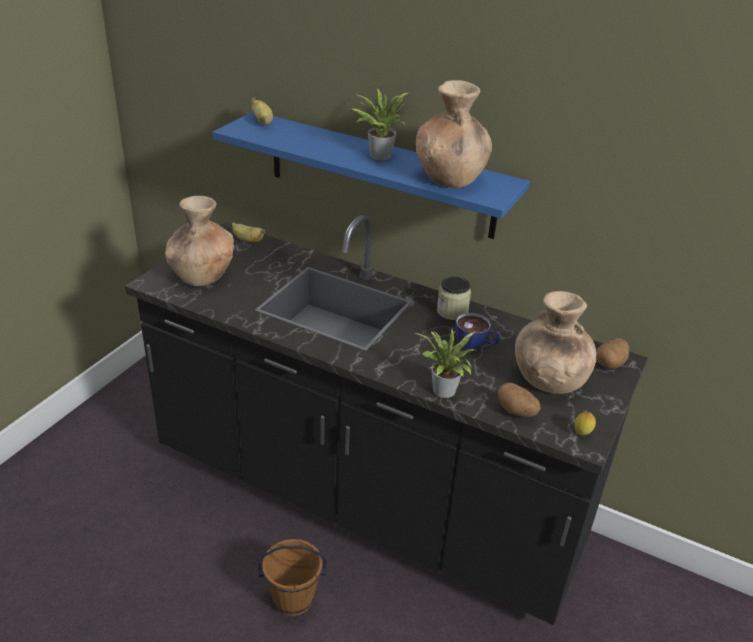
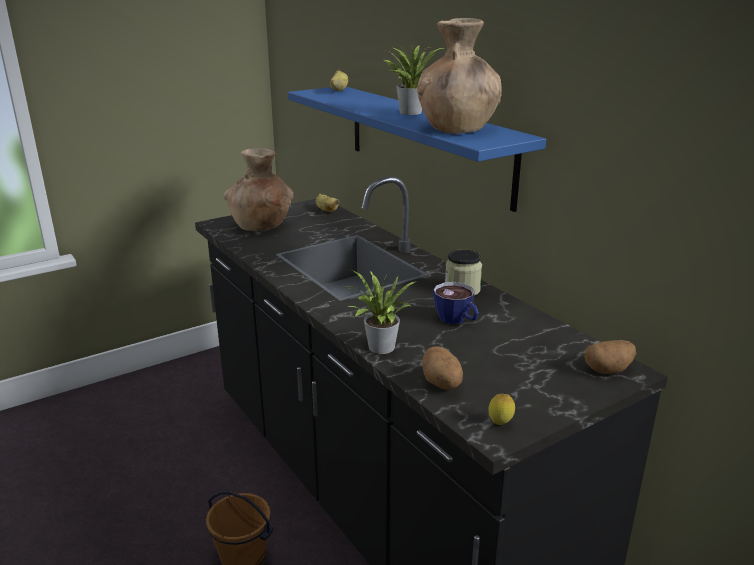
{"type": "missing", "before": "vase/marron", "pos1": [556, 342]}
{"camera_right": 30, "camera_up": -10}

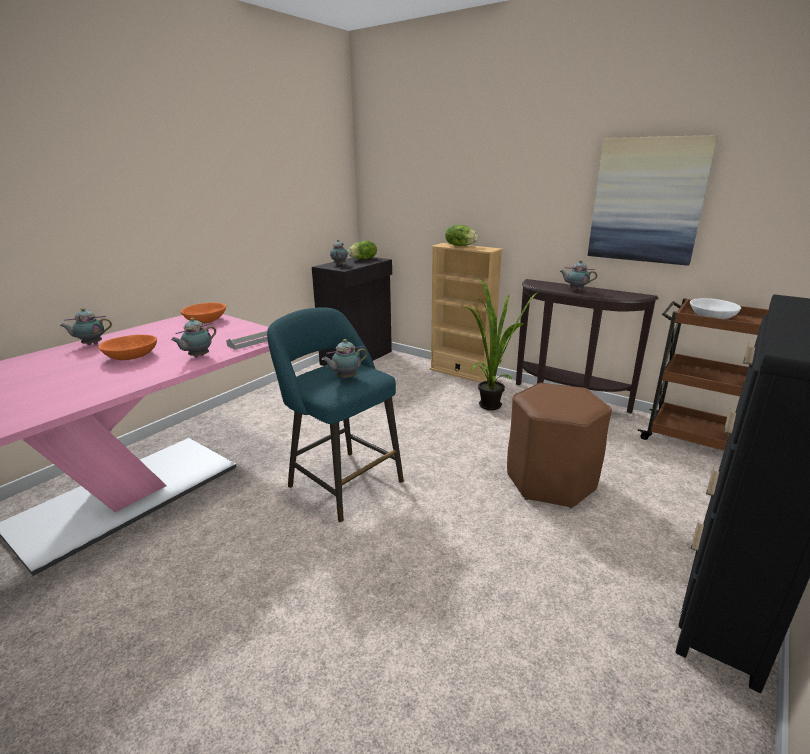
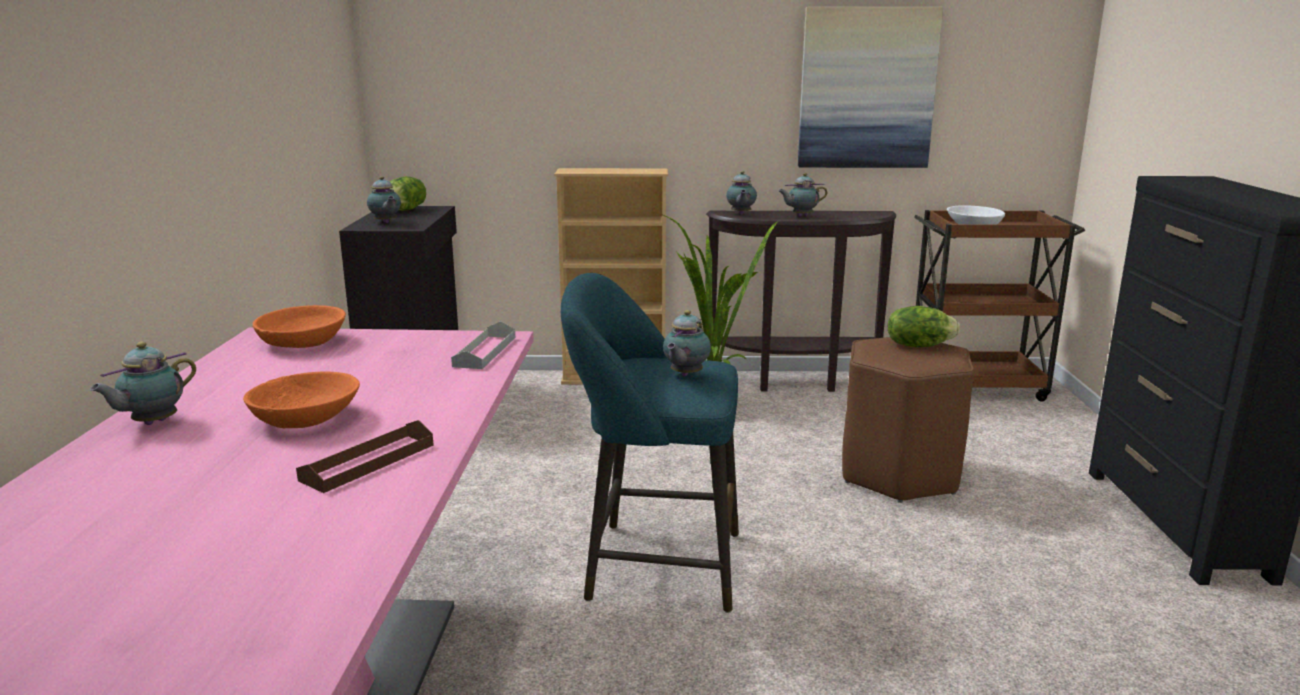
{"type": "relocated", "before": "laitue", "pos1": [461, 235], "pos2": [924, 326]}
{"type": "relocated", "before": "théière", "pos1": [193, 338], "pos2": [741, 193]}
{"type": "appeared", "after": "plateau/marron", "pos2": [365, 456]}
{"camera_right": -35, "camera_up": -5}

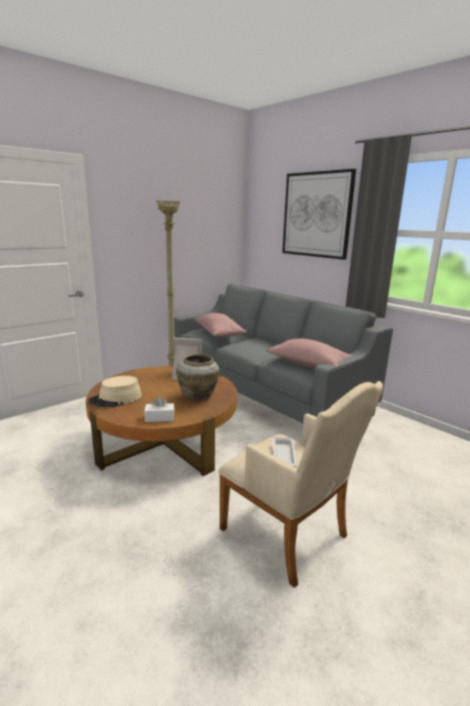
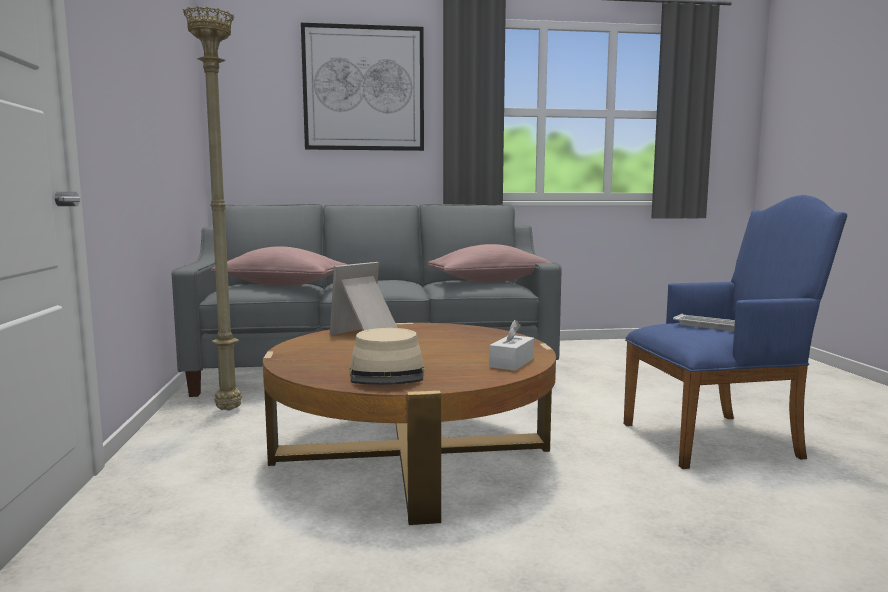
{"type": "missing", "before": "vase/beige", "pos1": [197, 377]}
{"type": "colour", "before": "fauteuil/beige", "after": "fauteuil/bleu", "pos1": [300, 484], "pos2": [735, 332]}
{"camera_right": -55, "camera_up": -10}

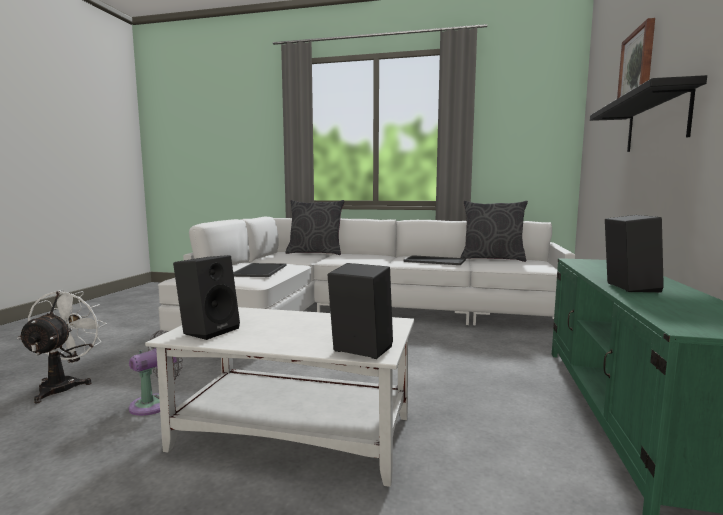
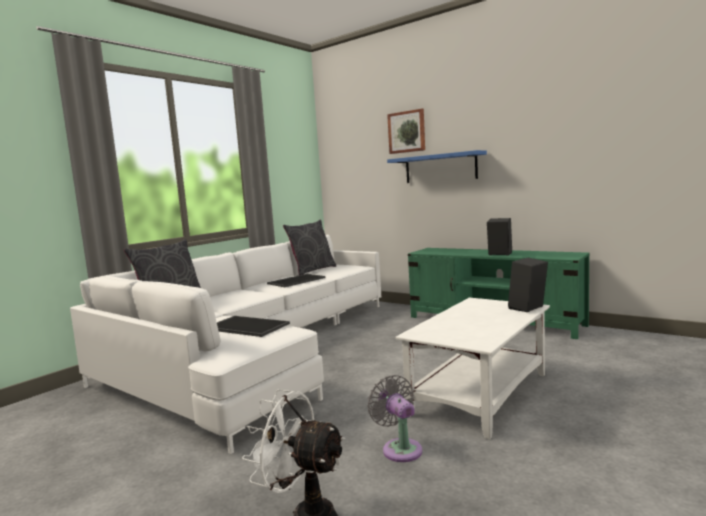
{"type": "colour", "before": "étagère/noir", "after": "étagère/bleu", "pos1": [648, 113], "pos2": [437, 166]}
{"type": "missing", "before": "enceinte/noir", "pos1": [206, 297]}
{"camera_right": -65, "camera_up": 0}

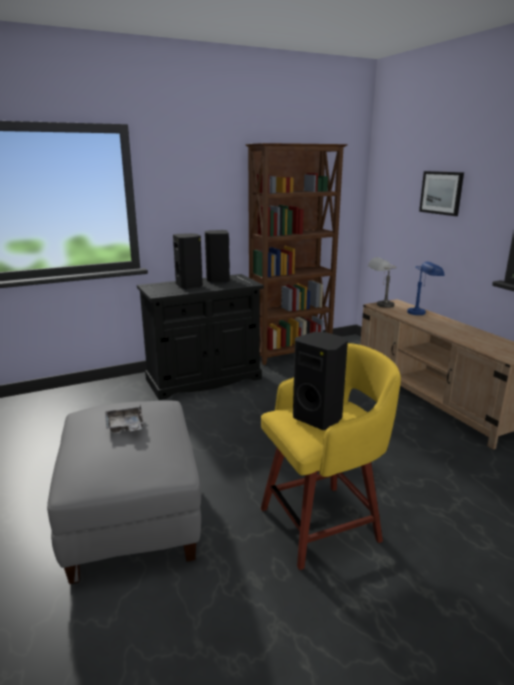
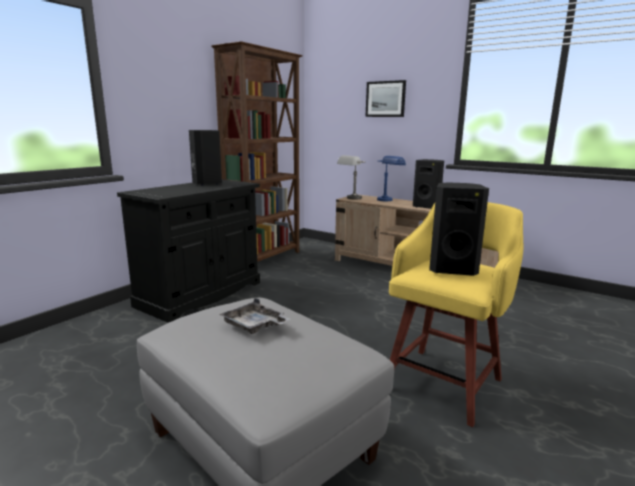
{"type": "relocated", "before": "enceinte/noir", "pos1": [188, 261], "pos2": [428, 184]}
{"camera_right": -30, "camera_up": -5}

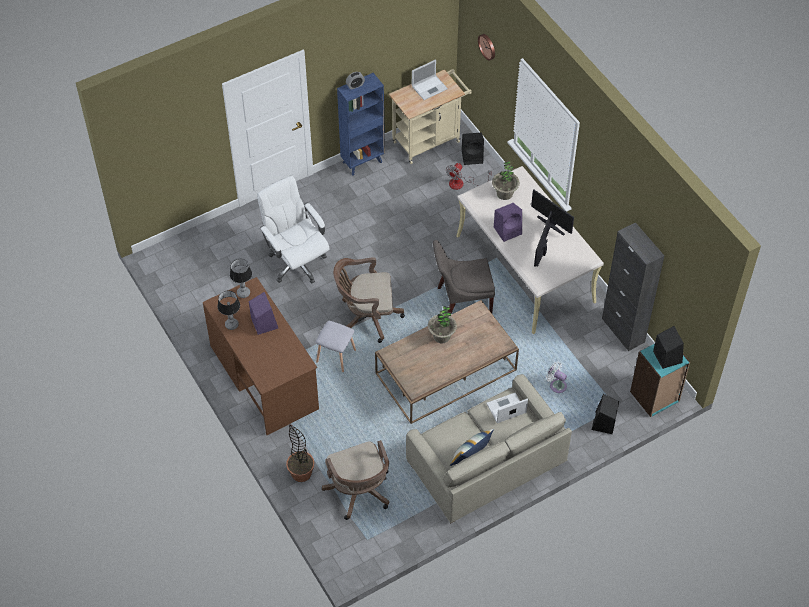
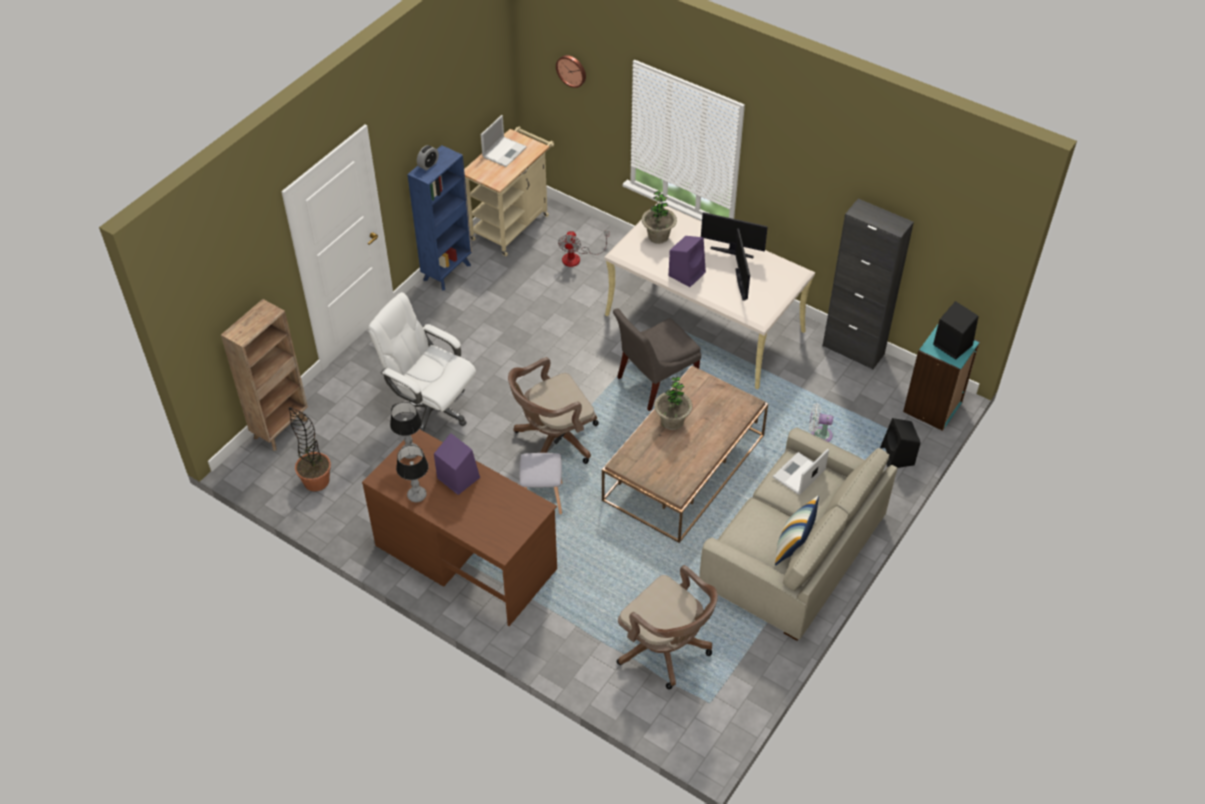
{"type": "missing", "before": "enceinte/noir", "pos1": [473, 149]}
{"type": "relocated", "before": "plante en pot", "pos1": [300, 453], "pos2": [310, 449]}
{"type": "appeared", "after": "bibliothèque/marron", "pos2": [264, 375]}
{"camera_right": -25, "camera_up": -5}

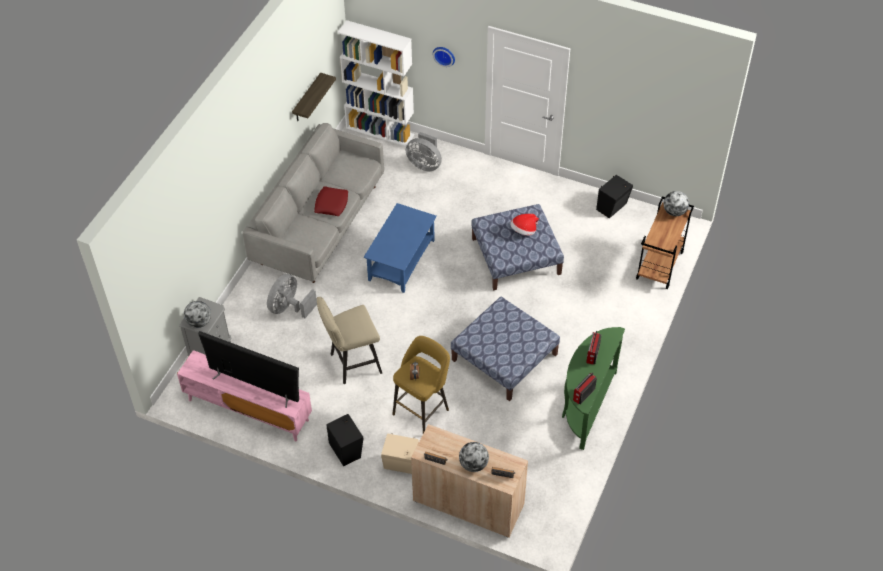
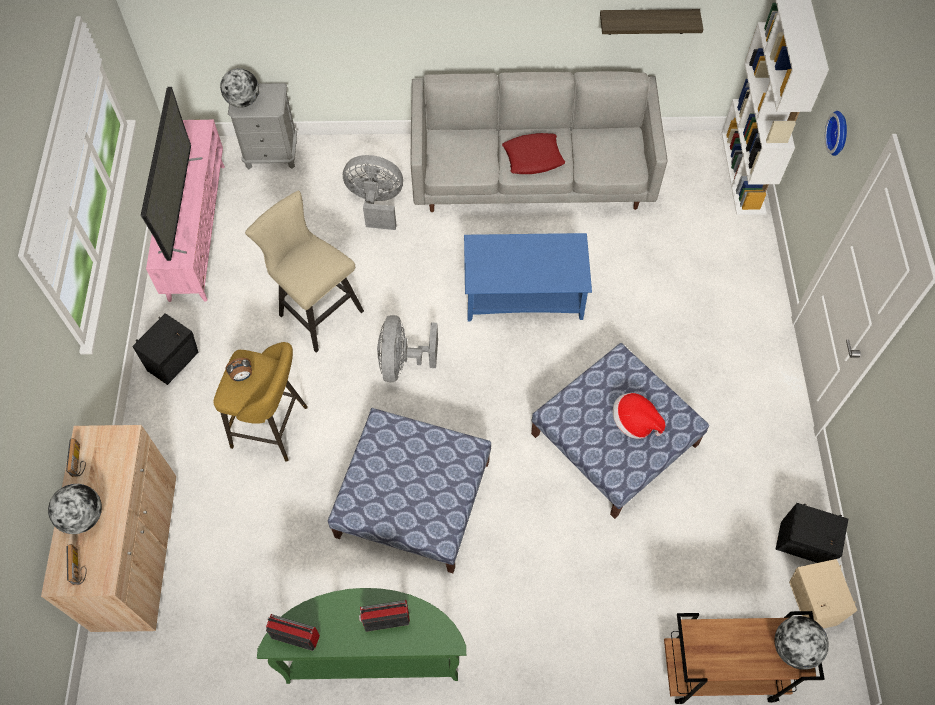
{"type": "relocated", "before": "ventilateur/gris", "pos1": [424, 151], "pos2": [407, 348]}
{"type": "relocated", "before": "enceinte/beige", "pos1": [400, 453], "pos2": [823, 594]}
{"camera_right": 65, "camera_up": 10}

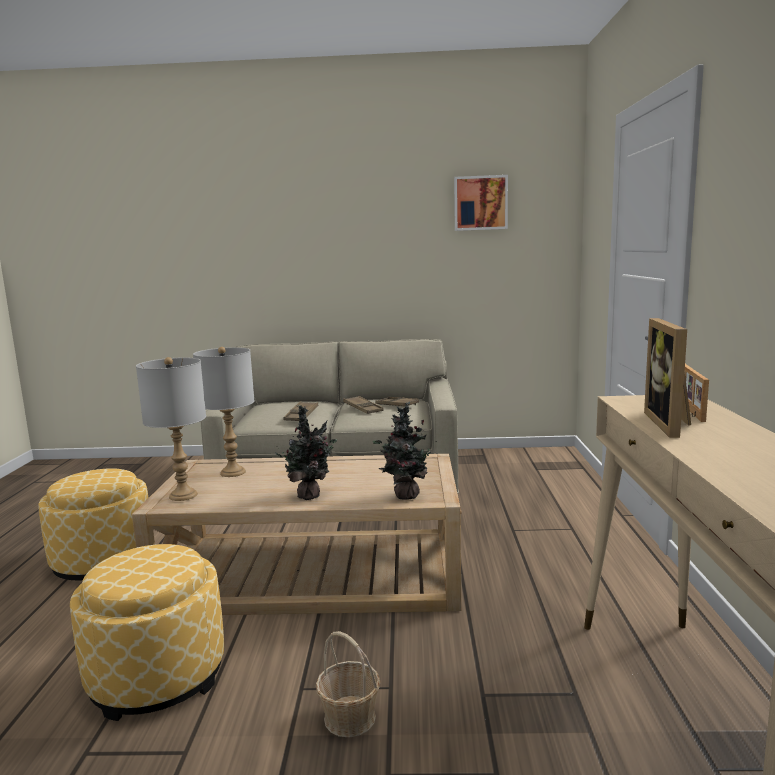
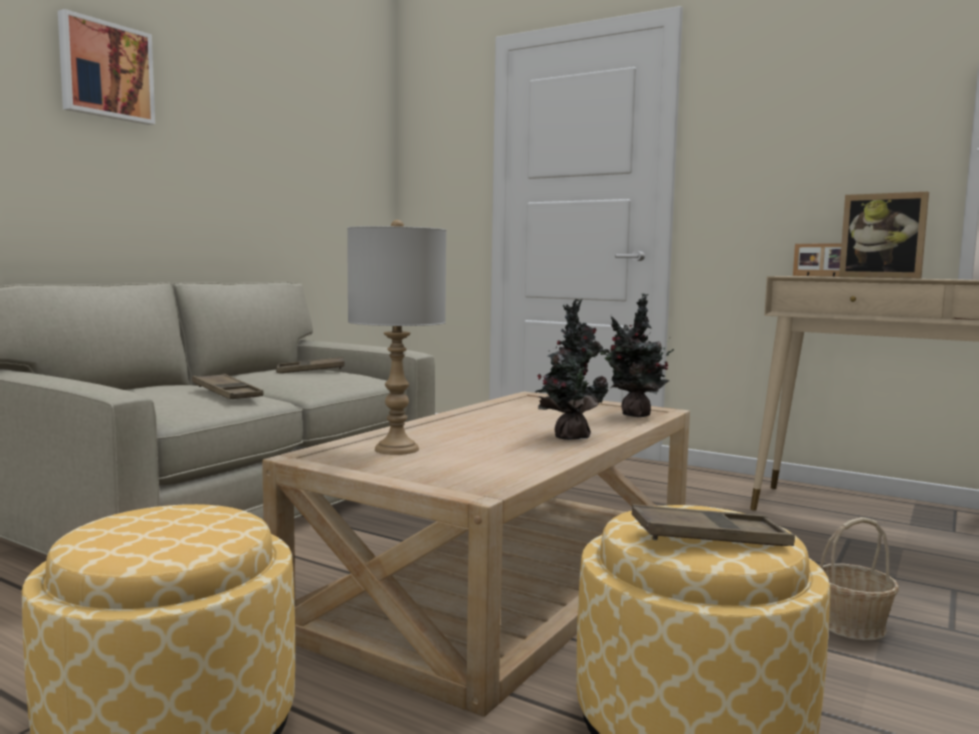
{"type": "relocated", "before": "tableau", "pos1": [481, 203], "pos2": [106, 67]}
{"type": "missing", "before": "lampe de table/gris", "pos1": [171, 429]}
{"type": "relocated", "before": "plateau/marron", "pos1": [363, 405], "pos2": [713, 525]}
{"camera_right": -60, "camera_up": -5}

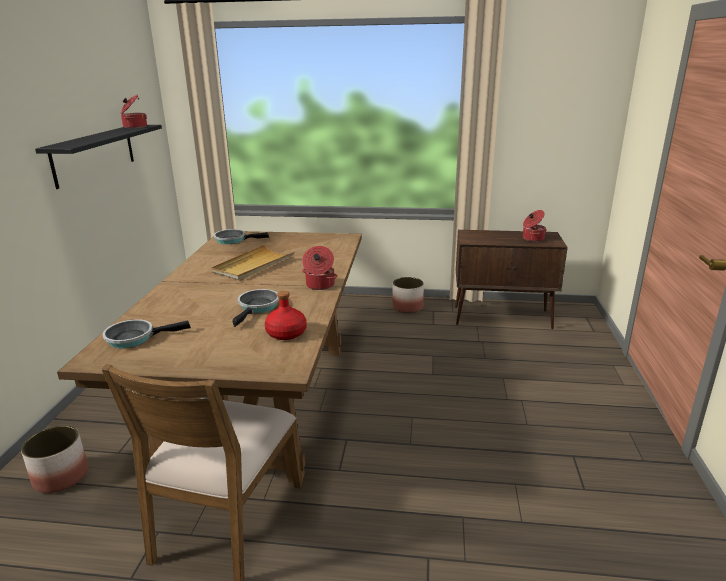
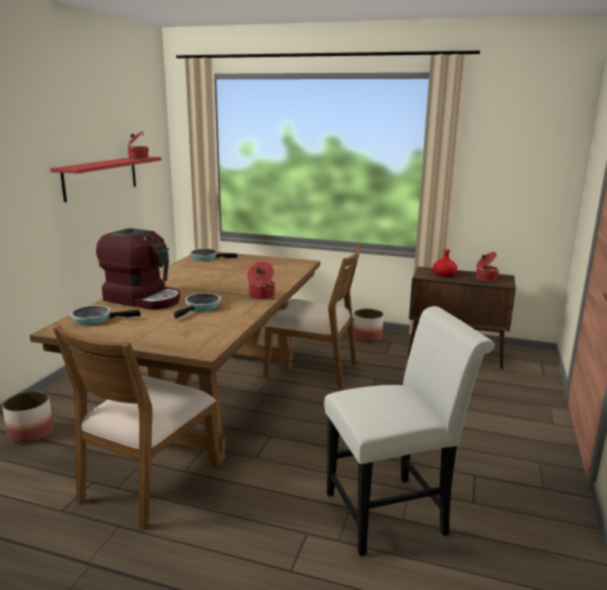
{"type": "colour", "before": "étagère/noir", "after": "étagère/rouge", "pos1": [98, 157], "pos2": [106, 179]}
{"type": "missing", "before": "plateau/beige", "pos1": [253, 262]}
{"type": "relocated", "before": "bouteille/rouge", "pos1": [285, 315], "pos2": [445, 263]}
{"type": "appeared", "after": "machine à café", "pos2": [138, 269]}
{"type": "appeared", "after": "chaise/marron", "pos2": [312, 316]}
{"type": "appeared", "after": "chaise/blanc", "pos2": [409, 431]}
{"camera_right": 10, "camera_up": -5}

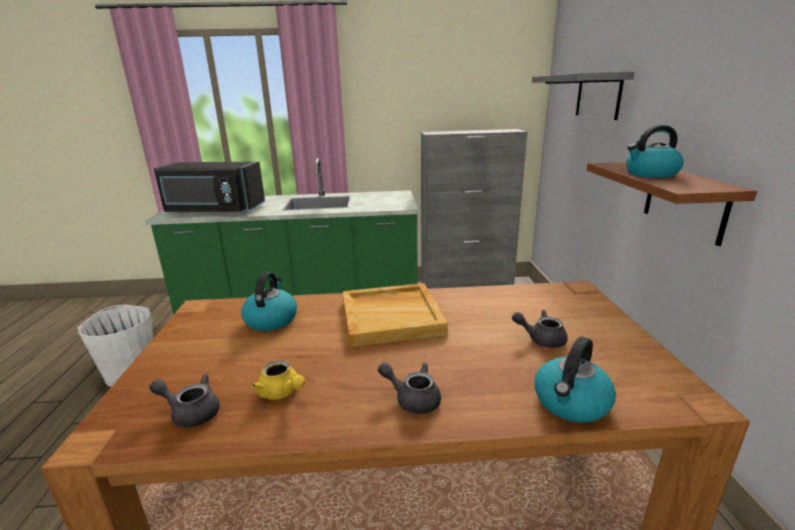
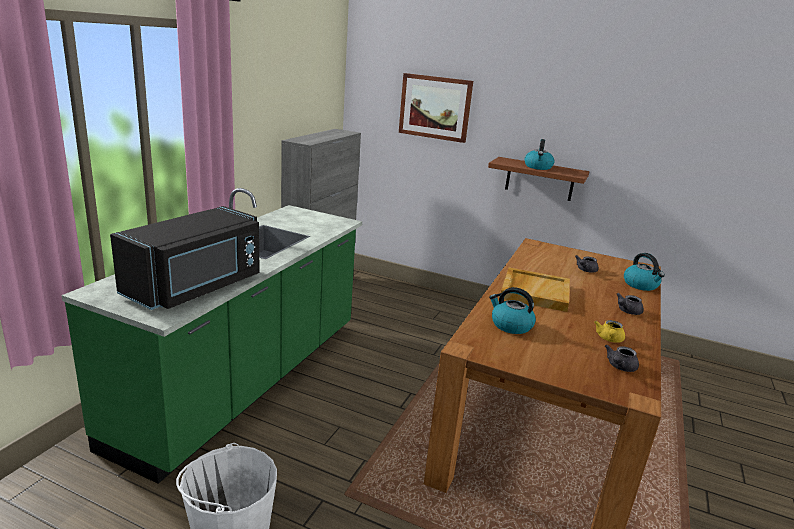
{"type": "exchanged", "before": "étagère/gris", "after": "tableau", "pos1": [583, 96], "pos2": [436, 108]}
{"type": "spun", "before": "théière/jaune", "pos1": [278, 380], "pos2": [609, 331], "turn": 135}
{"camera_right": -65, "camera_up": 0}

